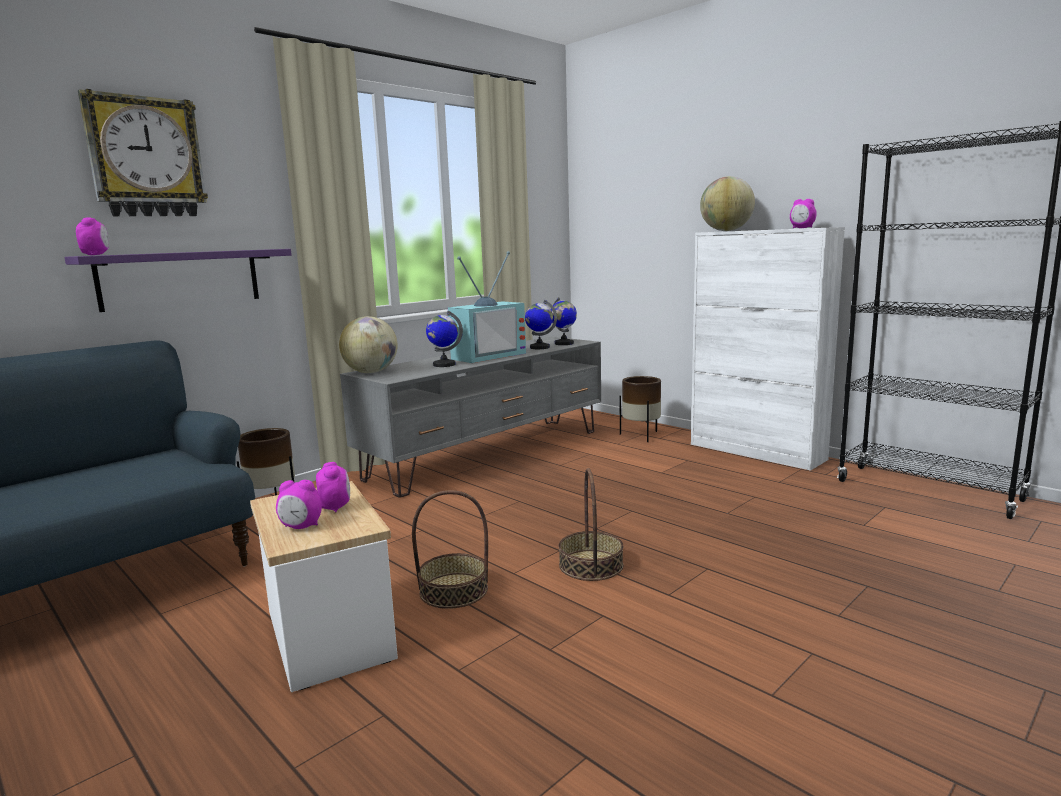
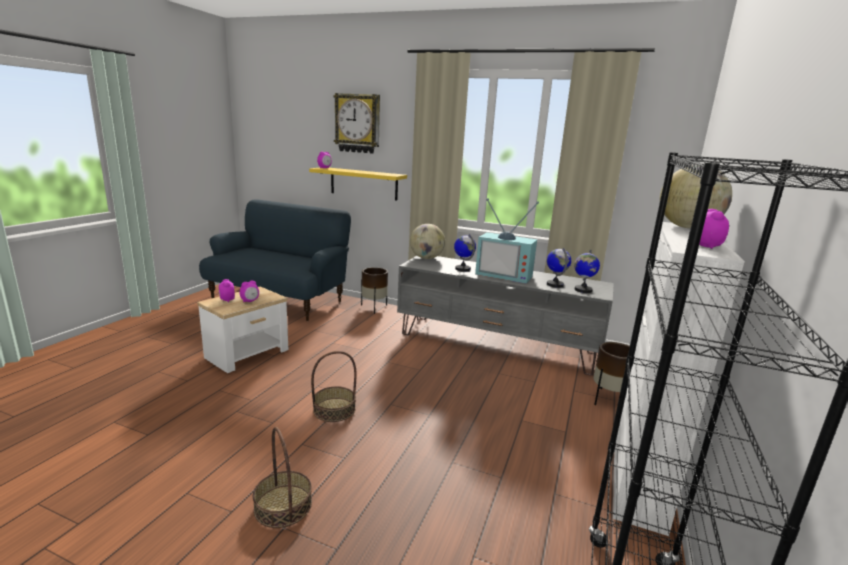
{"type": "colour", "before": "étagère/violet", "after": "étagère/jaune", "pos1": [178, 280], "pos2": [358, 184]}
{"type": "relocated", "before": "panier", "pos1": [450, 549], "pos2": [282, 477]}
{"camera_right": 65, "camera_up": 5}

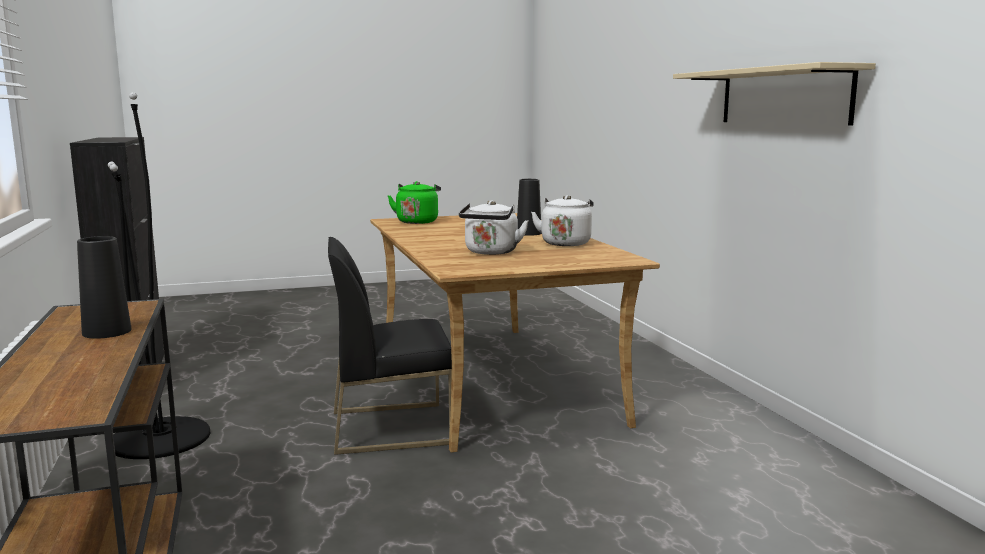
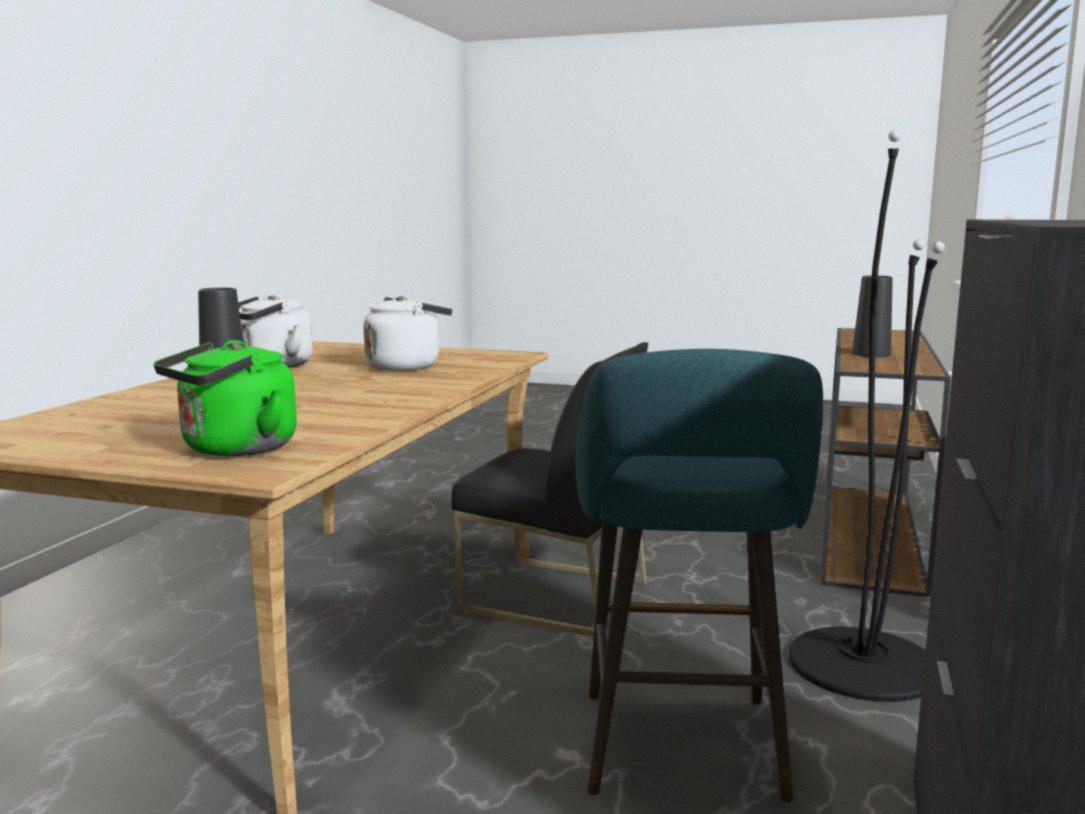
{"type": "missing", "before": "étagère/beige", "pos1": [774, 94]}
{"type": "appeared", "after": "tabouret/turquoise", "pos2": [699, 575]}
{"camera_right": -145, "camera_up": 0}

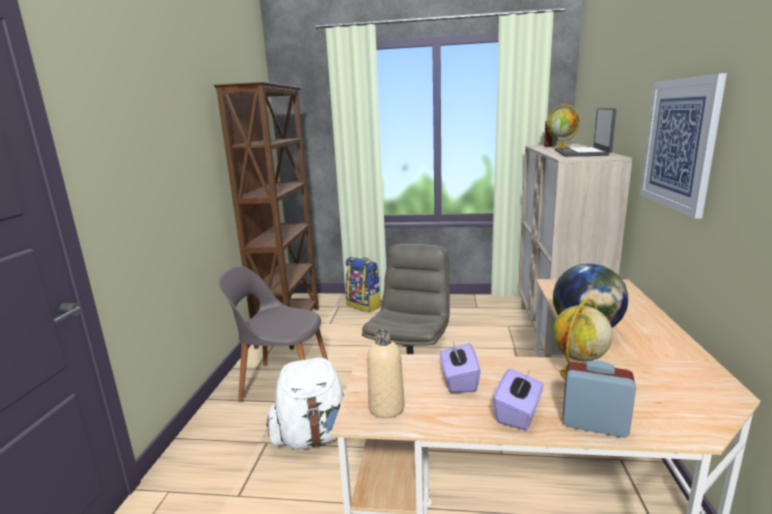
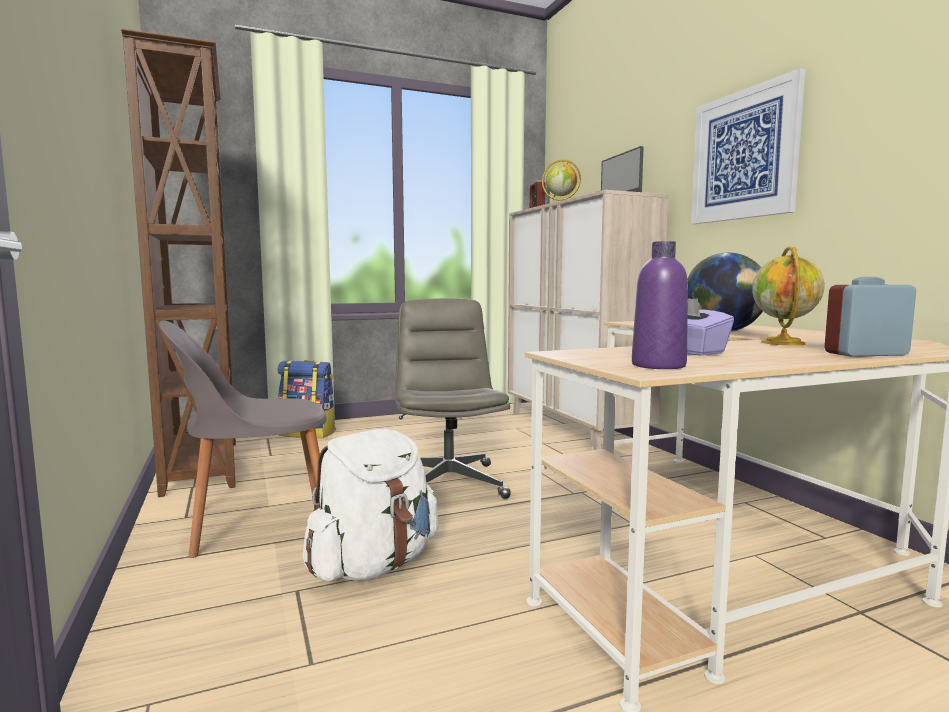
{"type": "colour", "before": "bouteille/beige", "after": "bouteille/violet", "pos1": [386, 373], "pos2": [660, 305]}
{"type": "missing", "before": "boîte à mouchoirs/violet", "pos1": [518, 399]}
{"camera_right": -30, "camera_up": -10}

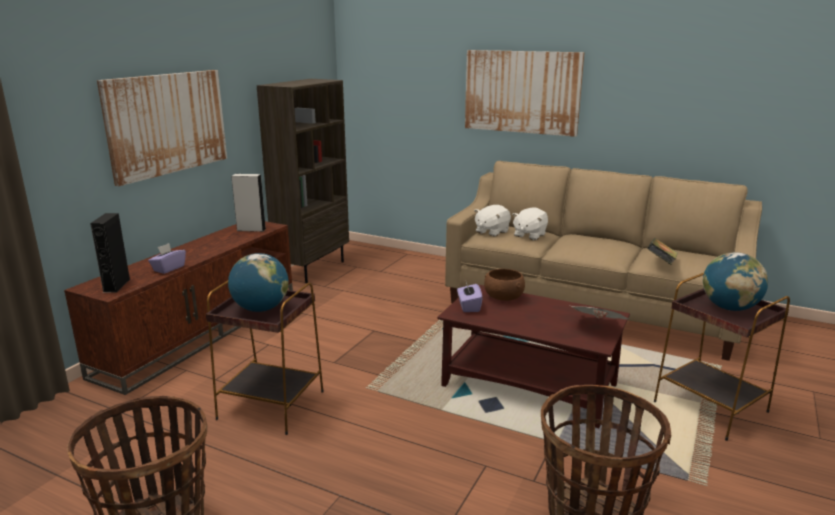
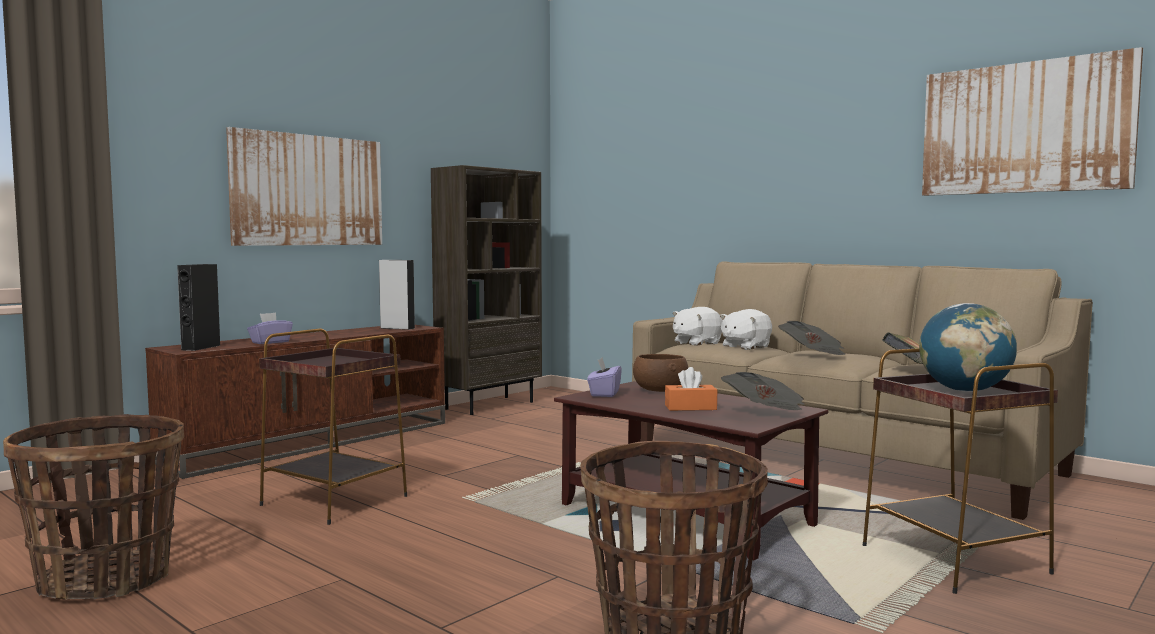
{"type": "relocated", "before": "tableau", "pos1": [525, 93], "pos2": [1032, 121]}
{"type": "missing", "before": "globe", "pos1": [258, 282]}
{"type": "appeared", "after": "journal", "pos2": [811, 338]}
{"type": "appeared", "after": "boîte à mouchoirs/orange", "pos2": [691, 389]}
{"camera_right": 15, "camera_up": -15}

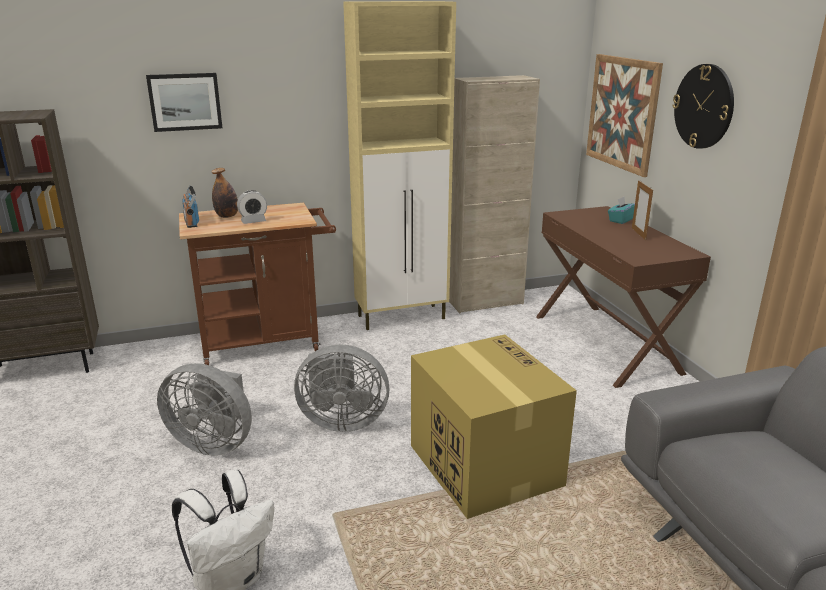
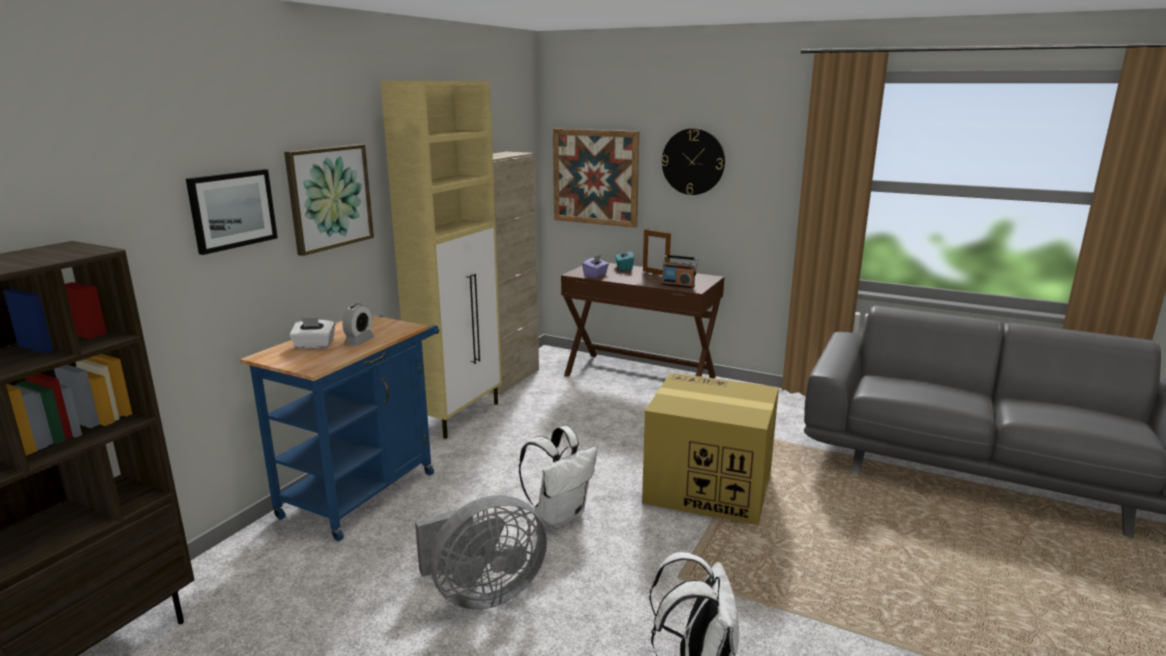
{"type": "exchanged", "before": "bouteille", "after": "boîte à mouchoirs/blanc", "pos1": [224, 193], "pos2": [312, 333]}
{"type": "relocated", "before": "radio", "pos1": [190, 206], "pos2": [680, 271]}
{"type": "colour", "before": "chariot/marron", "after": "chariot/bleu", "pos1": [257, 284], "pos2": [339, 428]}
{"type": "exchanged", "before": "ventilateur/gris", "after": "sac à dos/blanc", "pos1": [342, 388], "pos2": [558, 476]}
{"type": "appeared", "after": "tableau", "pos2": [329, 200]}
{"type": "appeared", "after": "boîte à mouchoirs/violet", "pos2": [595, 266]}
{"camera_right": -45, "camera_up": -5}

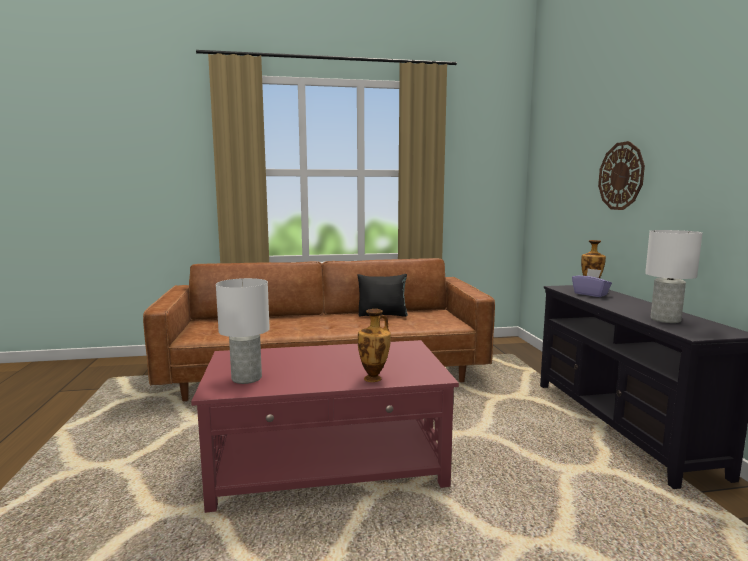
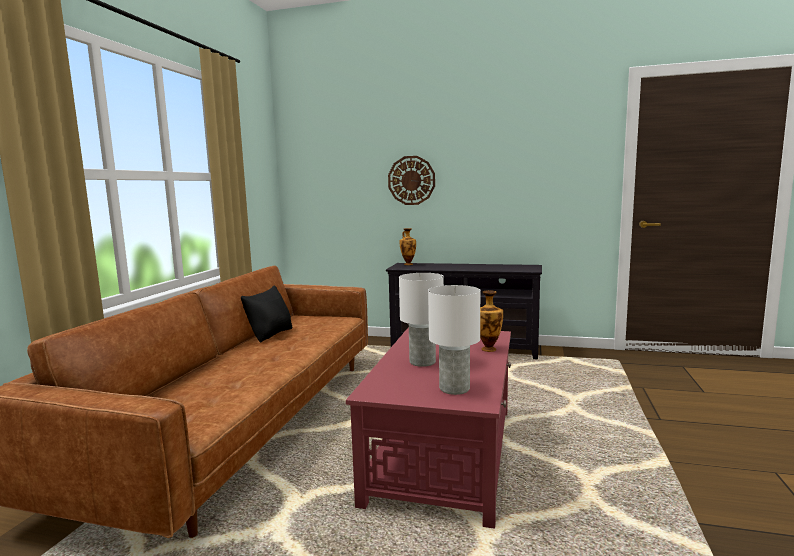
{"type": "relocated", "before": "lampe de table/blanc", "pos1": [673, 276], "pos2": [421, 320]}
{"type": "missing", "before": "boîte à mouchoirs/violet", "pos1": [592, 282]}
{"camera_right": -65, "camera_up": 0}

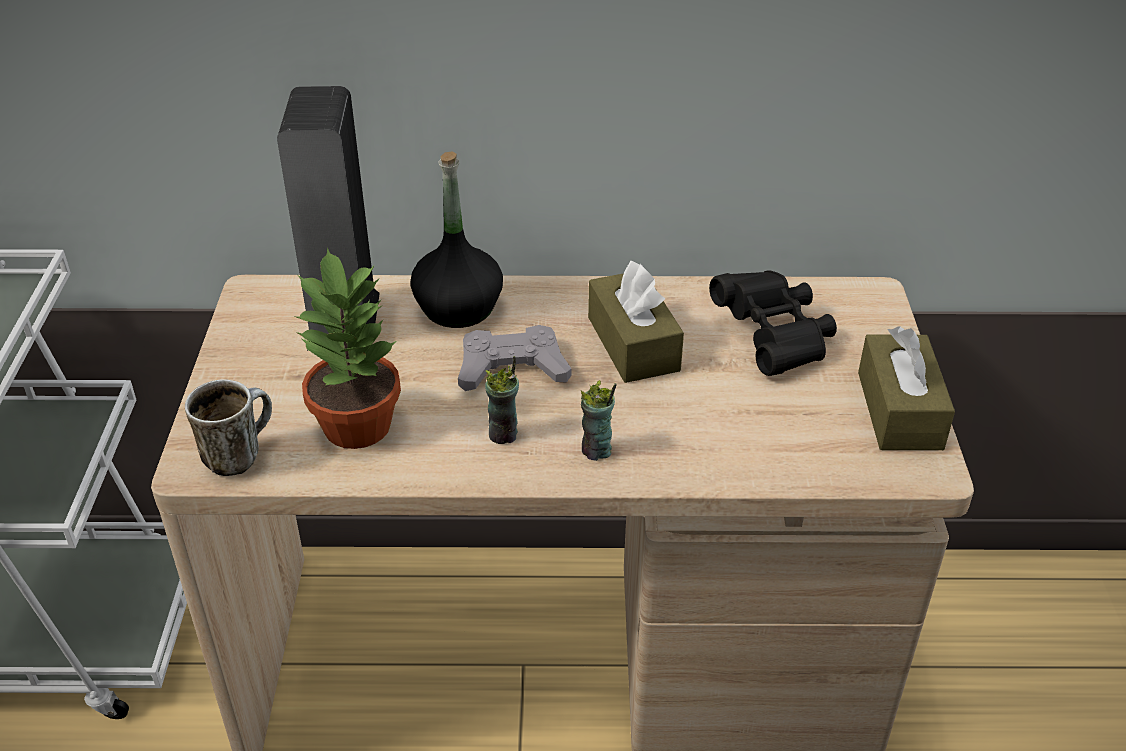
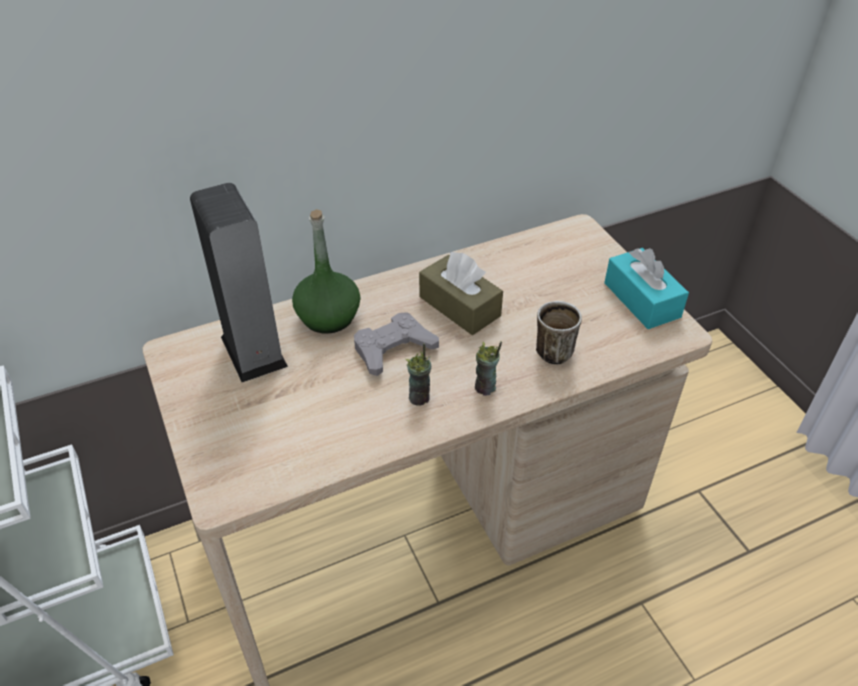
{"type": "colour", "before": "bouteille/noir", "after": "bouteille/vert", "pos1": [456, 239], "pos2": [326, 271]}
{"type": "missing", "before": "plante en pot", "pos1": [347, 348]}
{"type": "missing", "before": "jumelles/noir", "pos1": [773, 323]}
{"type": "colour", "before": "boîte à mouchoirs/marron", "after": "boîte à mouchoirs/turquoise", "pos1": [906, 388], "pos2": [646, 288]}
{"type": "relocated", "before": "mug", "pos1": [228, 427], "pos2": [559, 333]}
{"camera_right": -25, "camera_up": 5}

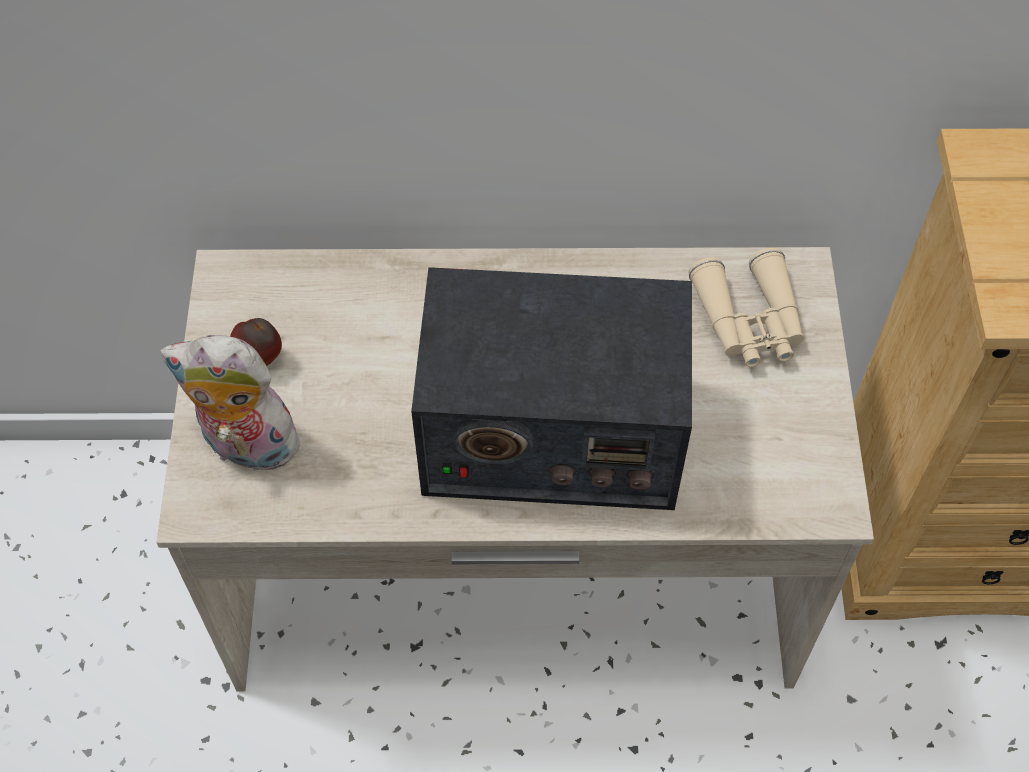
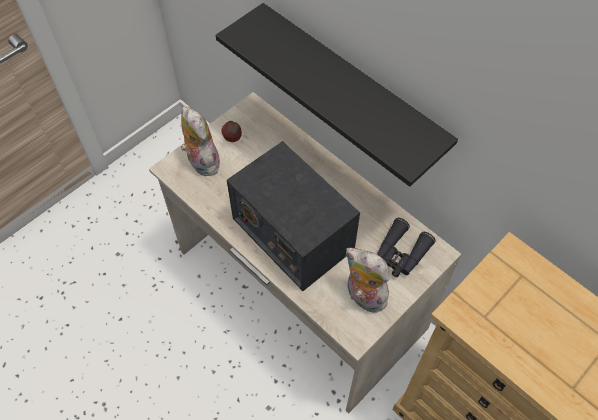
{"type": "colour", "before": "jumelles/beige", "after": "jumelles/noir", "pos1": [746, 307], "pos2": [406, 247]}
{"type": "appeared", "after": "étagère/noir", "pos2": [336, 95]}
{"type": "appeared", "after": "peluche", "pos2": [368, 280]}
{"camera_right": 45, "camera_up": 0}

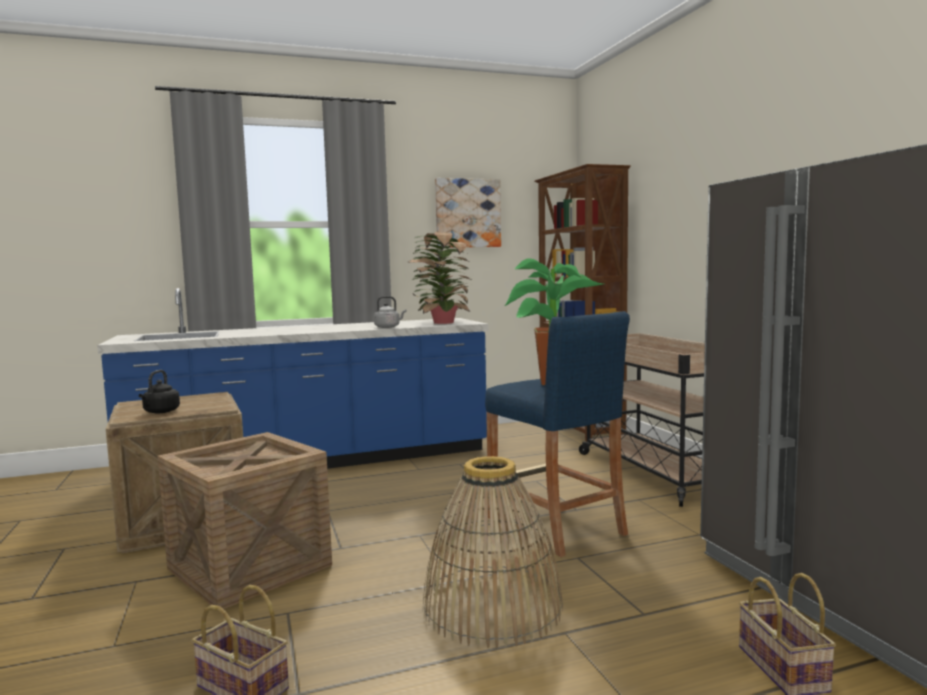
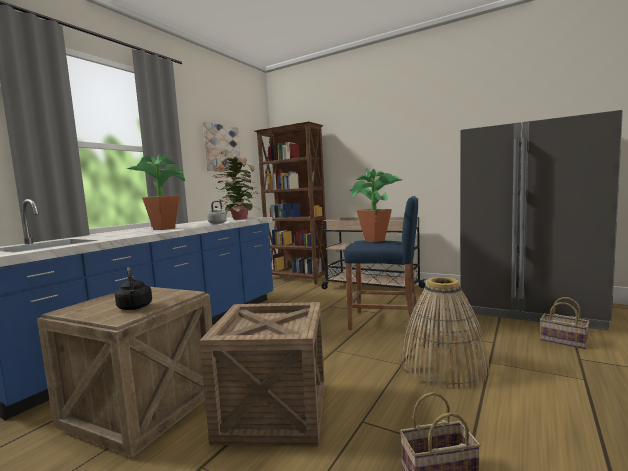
{"type": "appeared", "after": "plante en pot", "pos2": [156, 192]}
{"camera_right": -40, "camera_up": 0}

